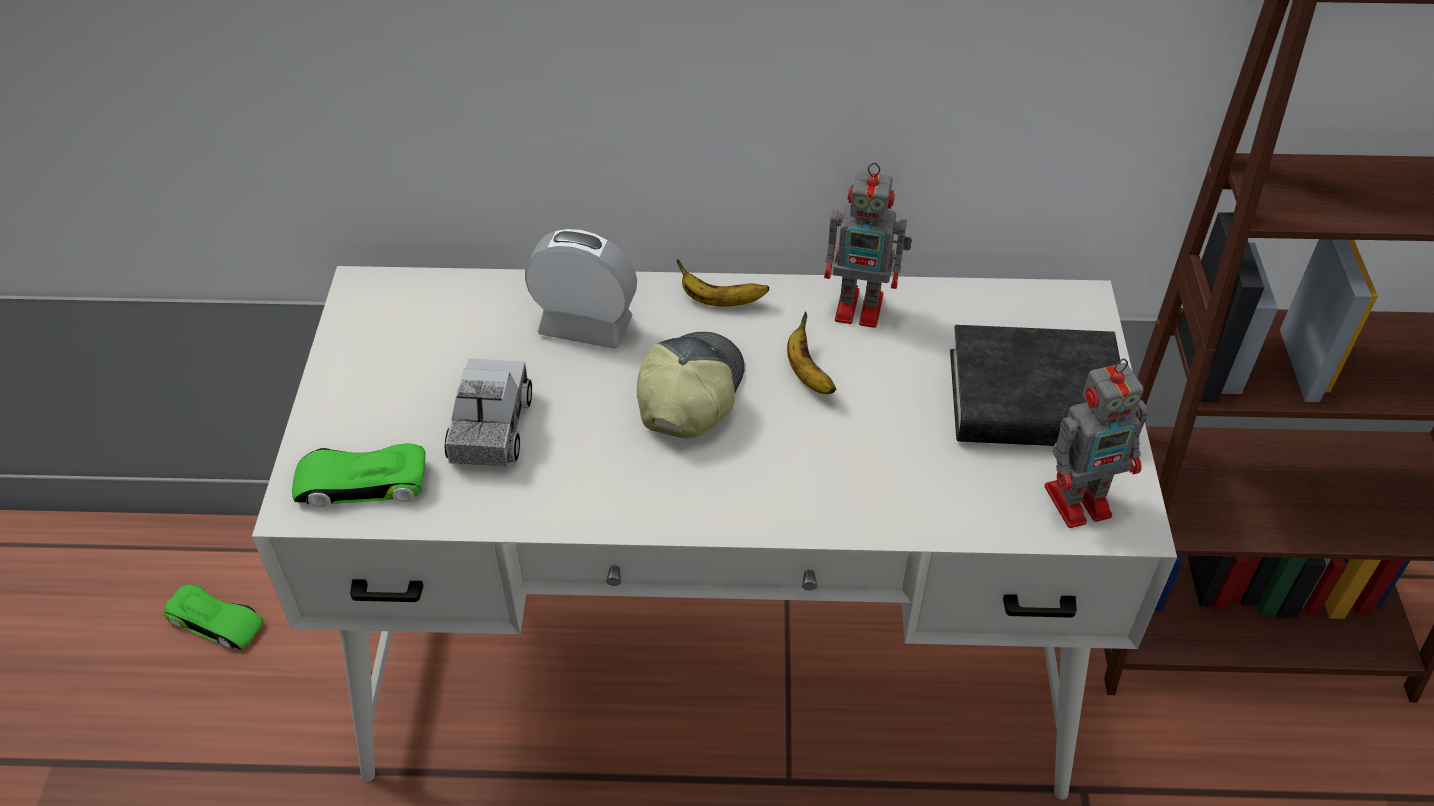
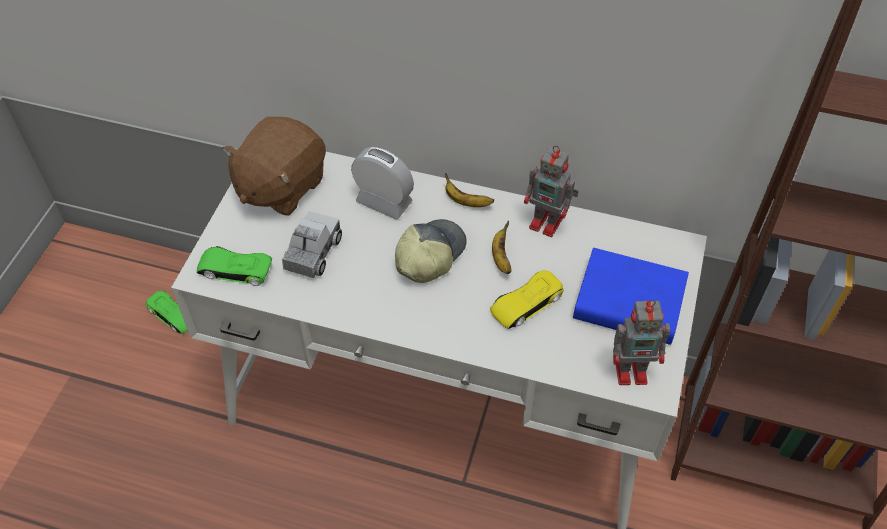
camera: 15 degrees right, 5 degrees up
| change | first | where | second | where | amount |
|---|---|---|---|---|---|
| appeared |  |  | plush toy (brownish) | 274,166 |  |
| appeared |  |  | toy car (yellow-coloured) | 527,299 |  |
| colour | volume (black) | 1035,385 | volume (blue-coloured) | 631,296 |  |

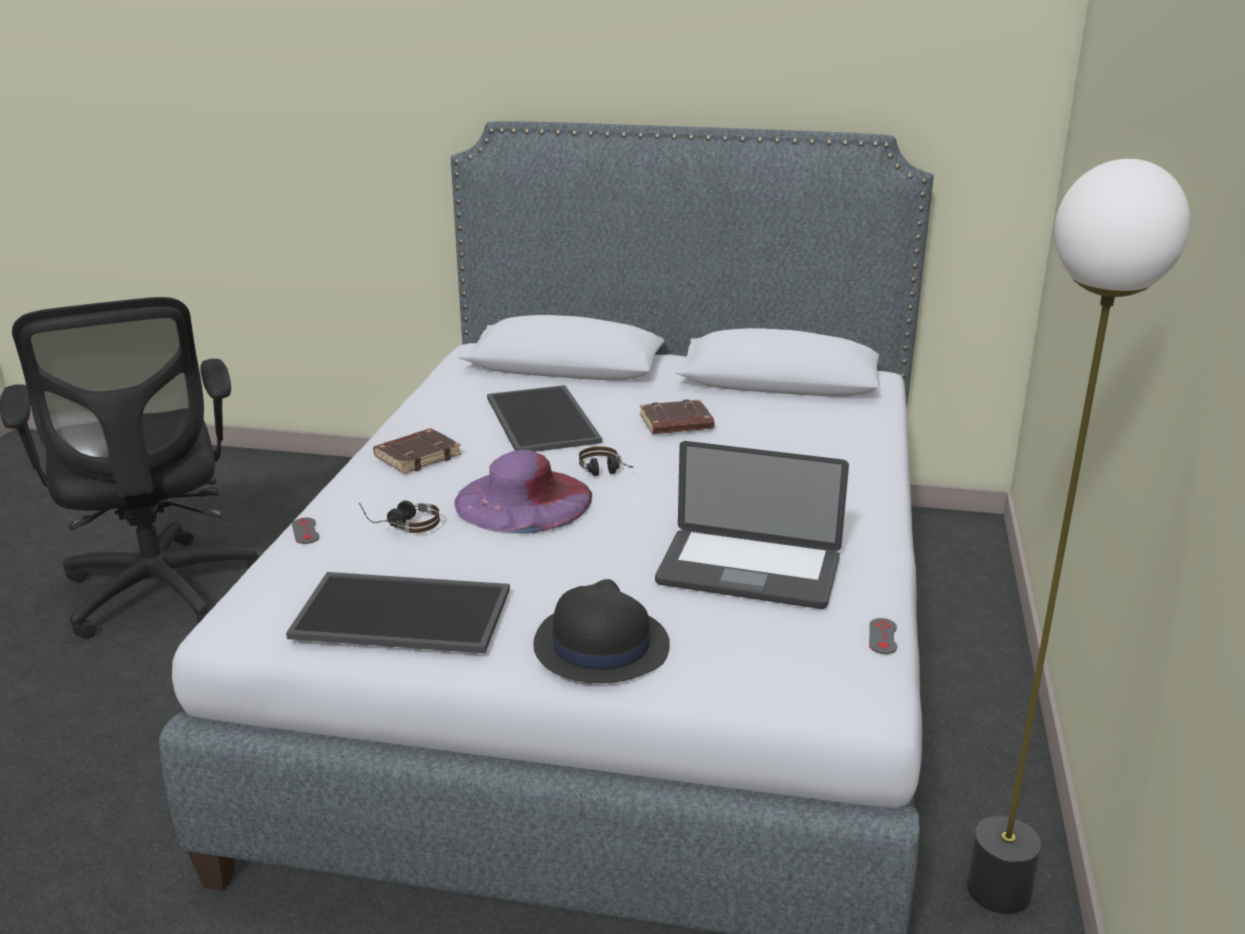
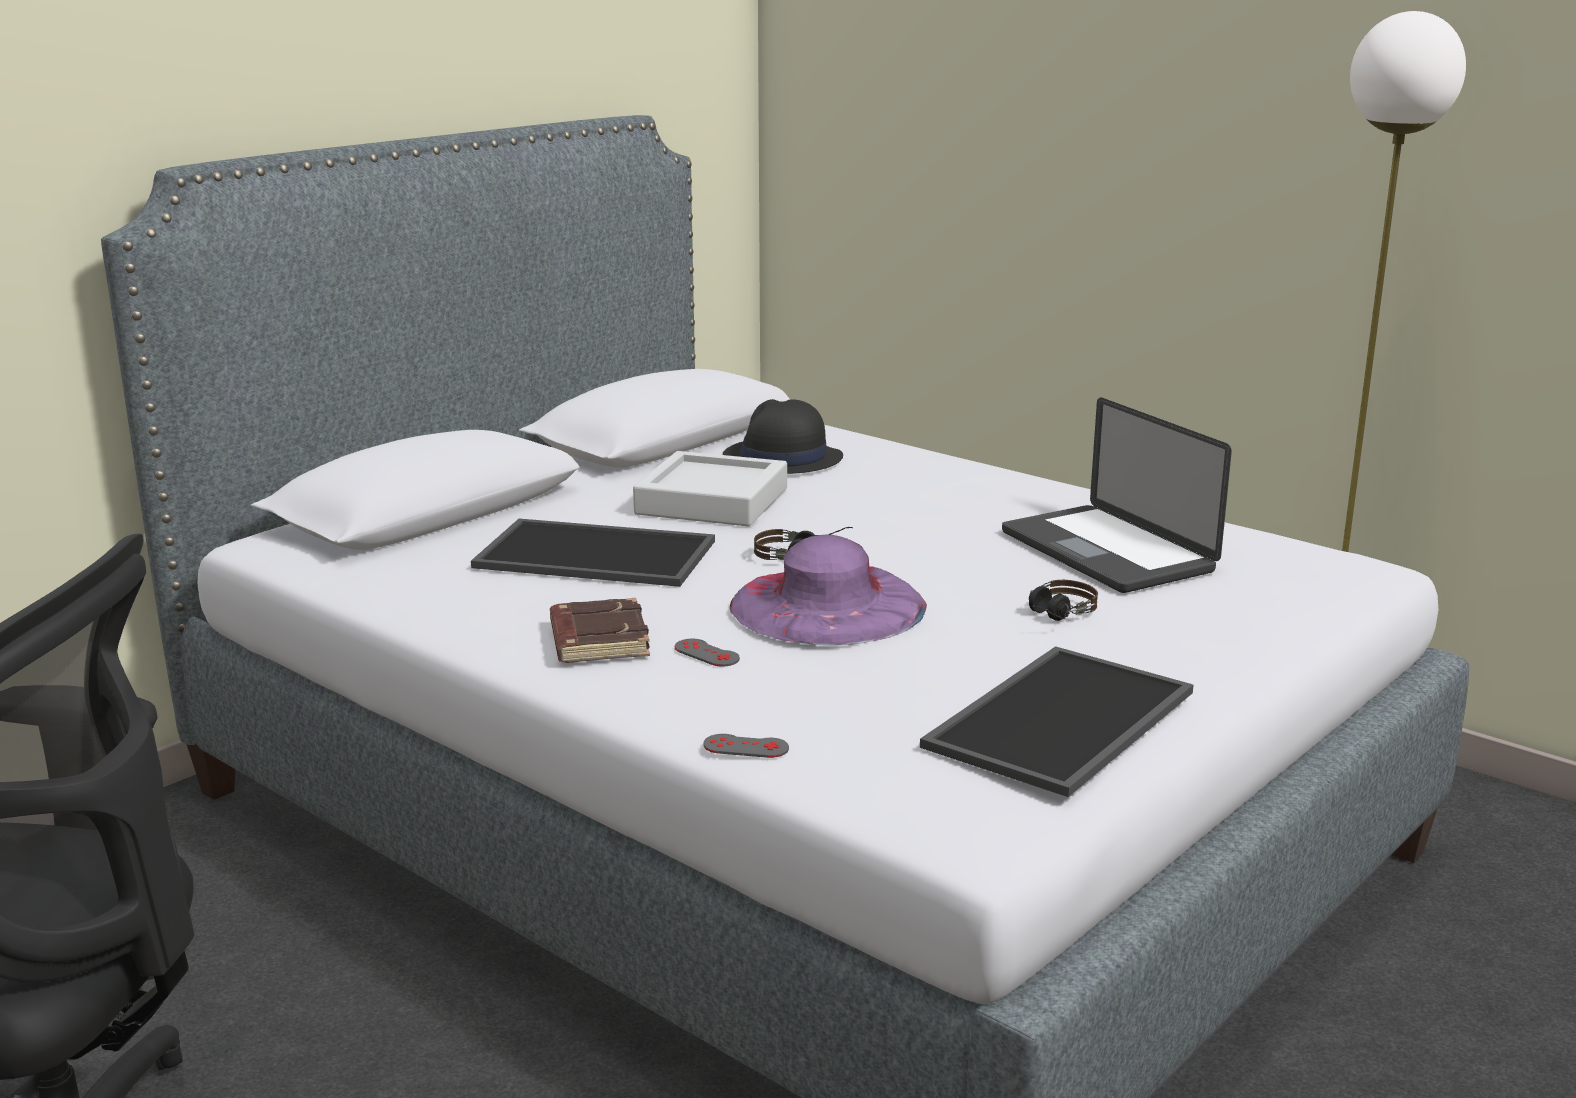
camera: 60 degrees left, 5 degrees down
| change | first | where | second | where | amount |
|---|---|---|---|---|---|
| exchanged | volume (brownish) | 677,417 | serving tray (gray) | 710,488 |  |
| relocated | gamepad (gray) | 883,636 |  | 707,652 |  |
| relocated | wearable hat (black) | 601,631 |  | 783,436 |  |
| spun | notebook computer | 752,525 |  | 1117,495 | 105 degrees clockwise |
| relocated | pair of headphones | 399,516 |  | 1063,600 |  |

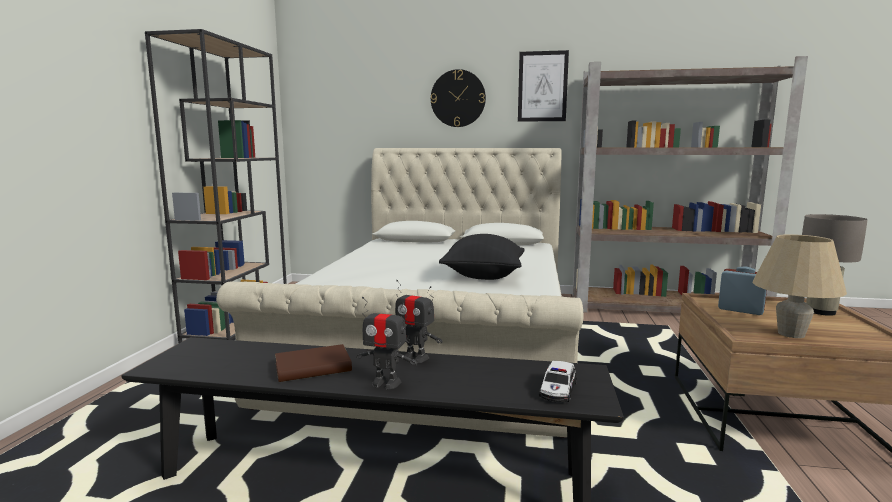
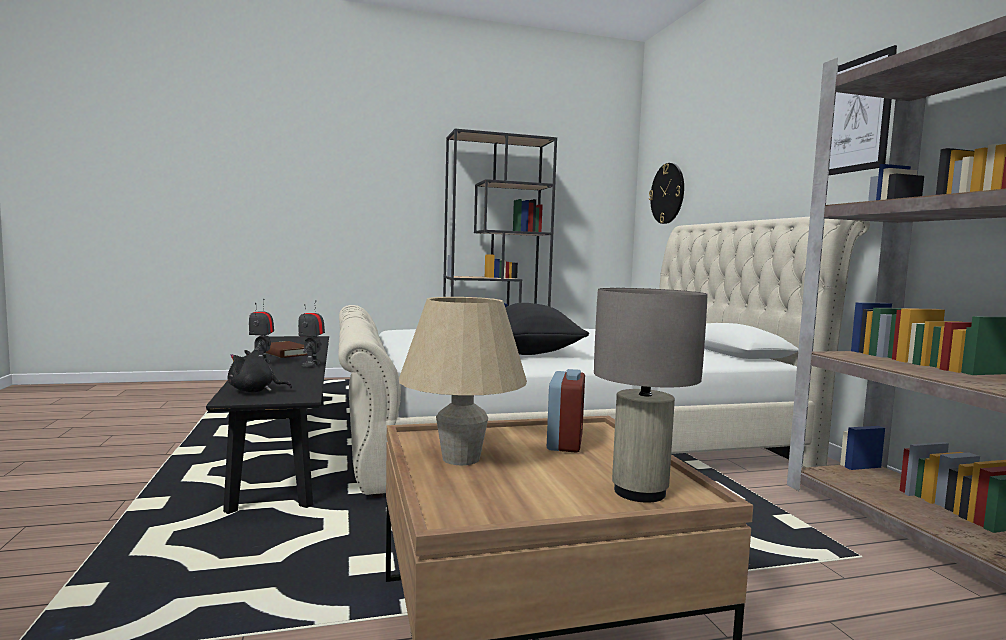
camera: 65 degrees right, 5 degrees down
| change | first | where | second | where | amount |
|---|---|---|---|---|---|
| exchanged | toy car | 558,381 | plush toy (black) | 260,371 |  |
| relocated | wall clock | 458,98 |  | 666,193 |  |

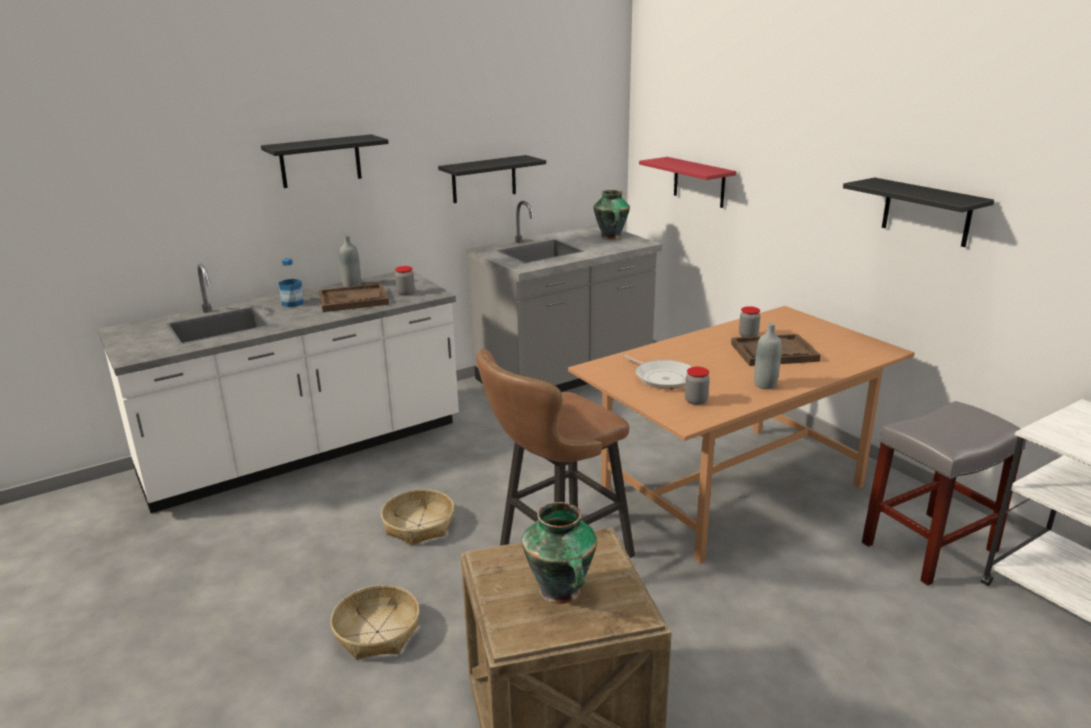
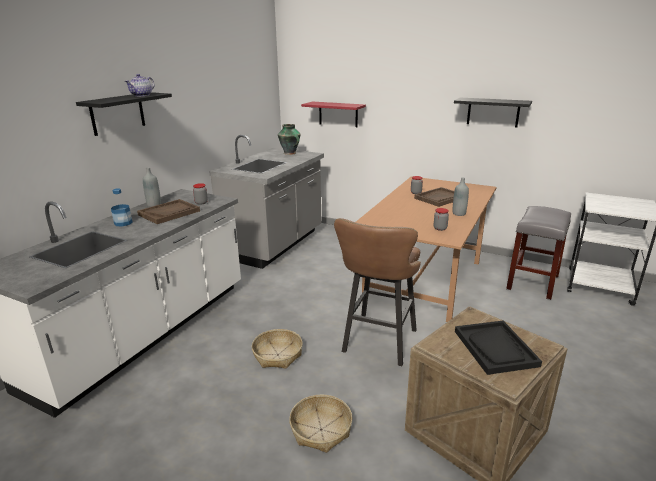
camera: 30 degrees left, 0 degrees up
| change | first | where | second | where | amount |
|---|---|---|---|---|---|
| appeared |  |  | teapot | 139,85 |  |
| exchanged | vase | 559,553 | serving tray (black) | 498,348 |  |
| missing | wall shelf (black) | 492,179 |  |  |  |
| missing | pan | 656,371 |  |  |  |

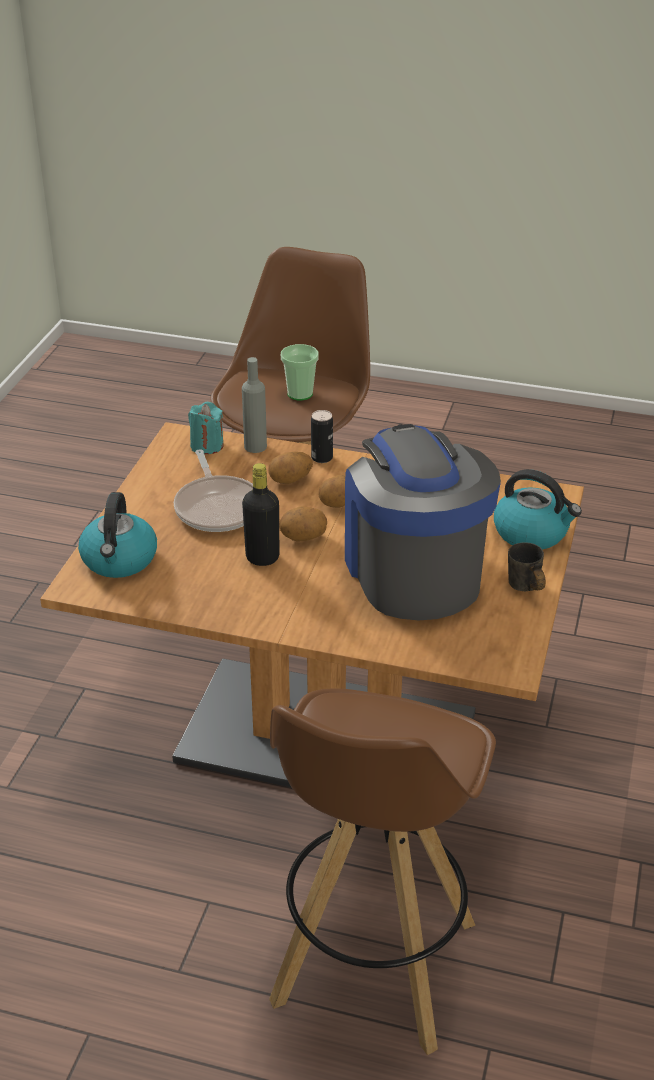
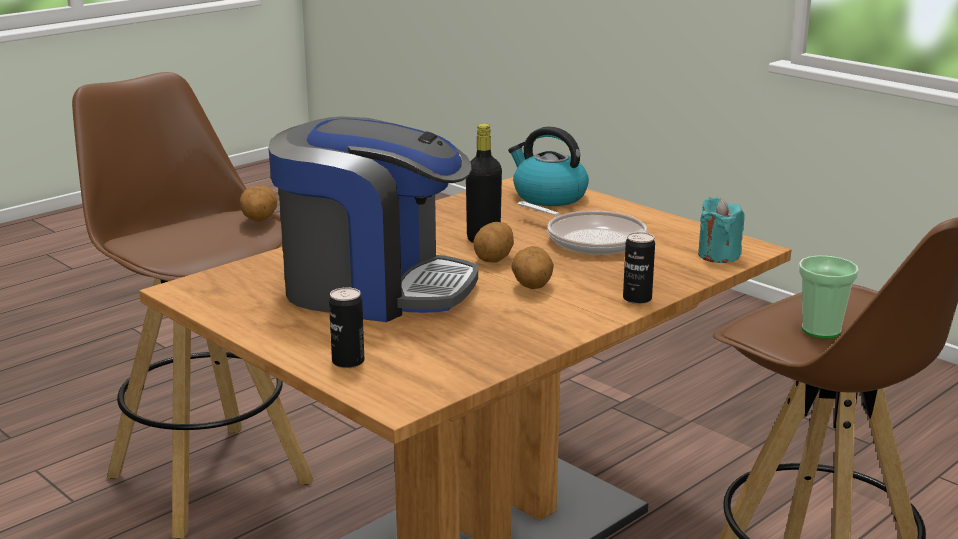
camera: 120 degrees right, 15 degrees down
| change | first | where | second | where | amount |
|---|---|---|---|---|---|
| relocated | spud | 290,468 |  | 258,203 |  |
| exchanged | kettle | 538,509 | metal can | 346,327 |  |
| spun | pan | 213,490 |  | 582,228 | 150 degrees counterclockwise |
| missing | beverage bottle (gray) | 254,405 |  |  |  |
| missing | tea mug (gray) | 527,566 |  |  |  |

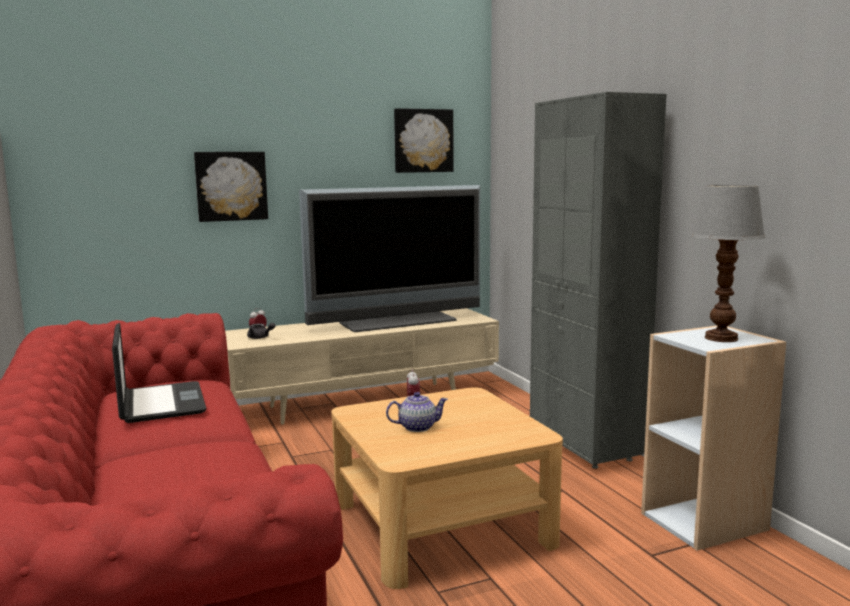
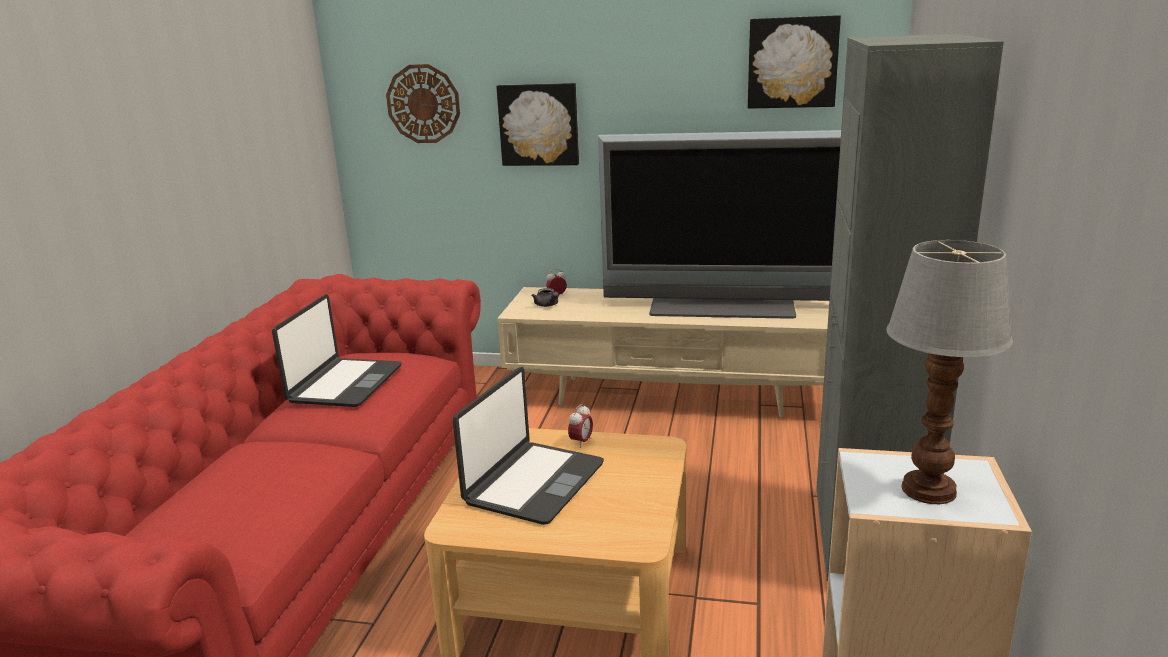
camera: 35 degrees right, 10 degrees up
| change | first | where | second | where | amount |
|---|---|---|---|---|---|
| appeared |  |  | wall clock | 423,103 |  |
| exchanged | teapot | 417,412 | notebook computer | 528,446 |  |

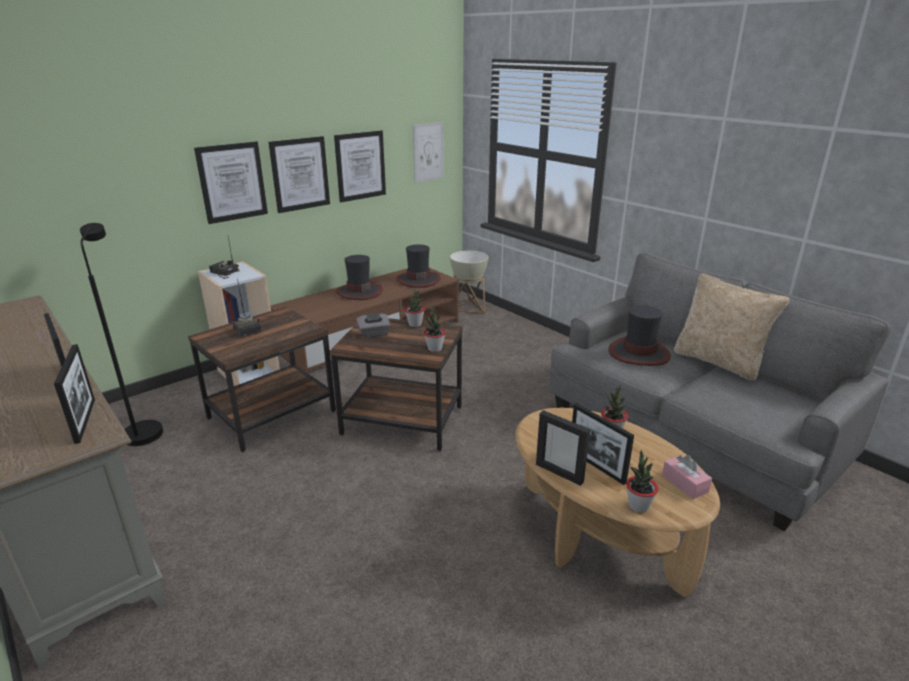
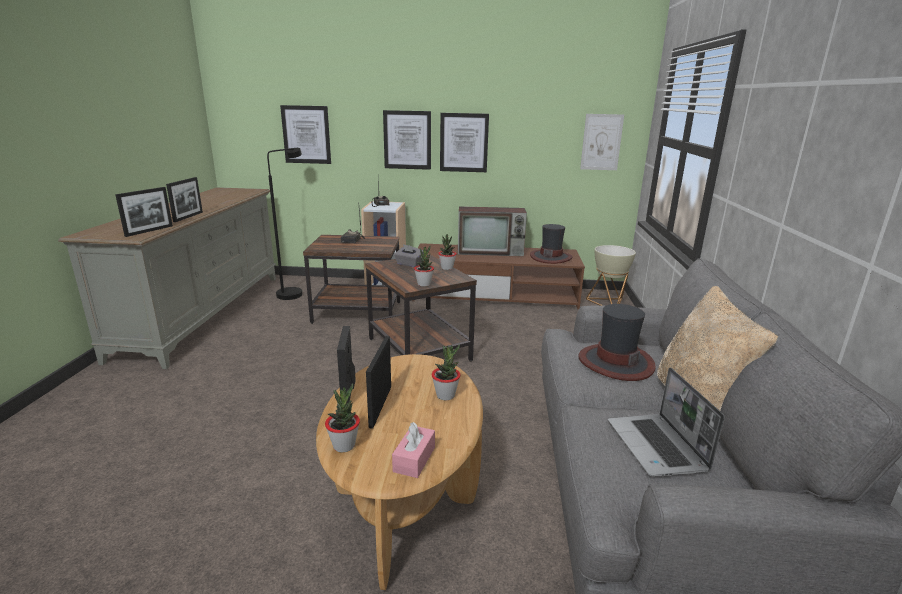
camera: 45 degrees right, 5 degrees down
| change | first | where | second | where | amount |
|---|---|---|---|---|---|
| relocated | wall art | 360,166 |  | 305,134 |  |
| exchanged | wearable hat | 359,277 | TV | 492,231 |  |
| appeared |  |  | notebook computer | 666,422 |  |

